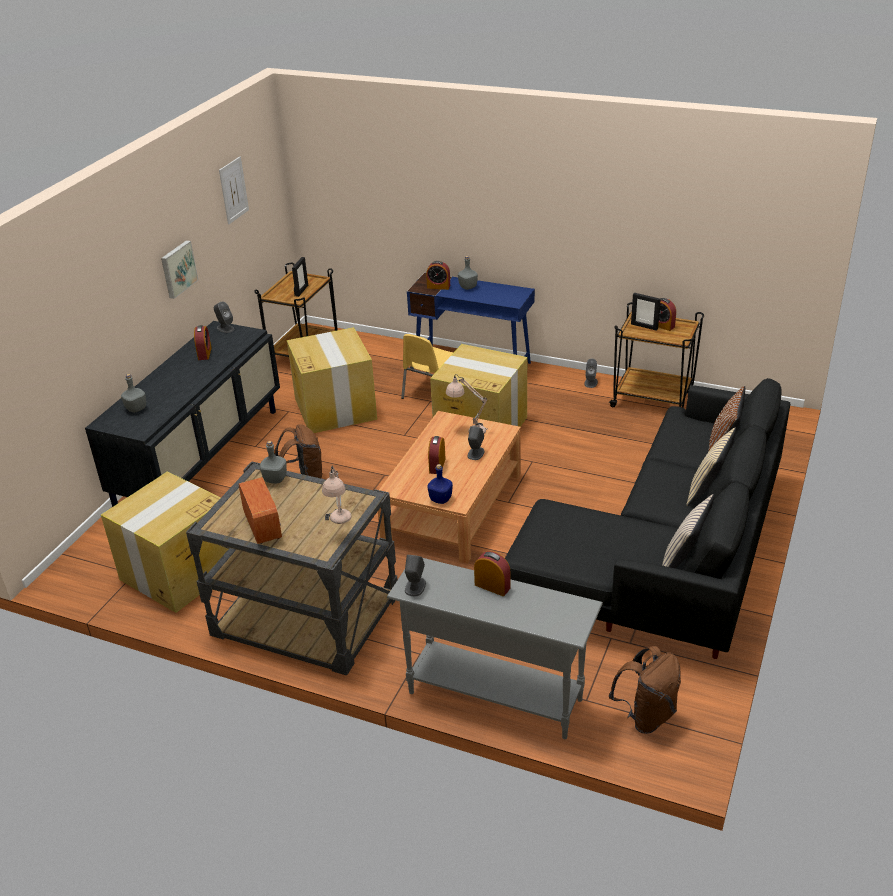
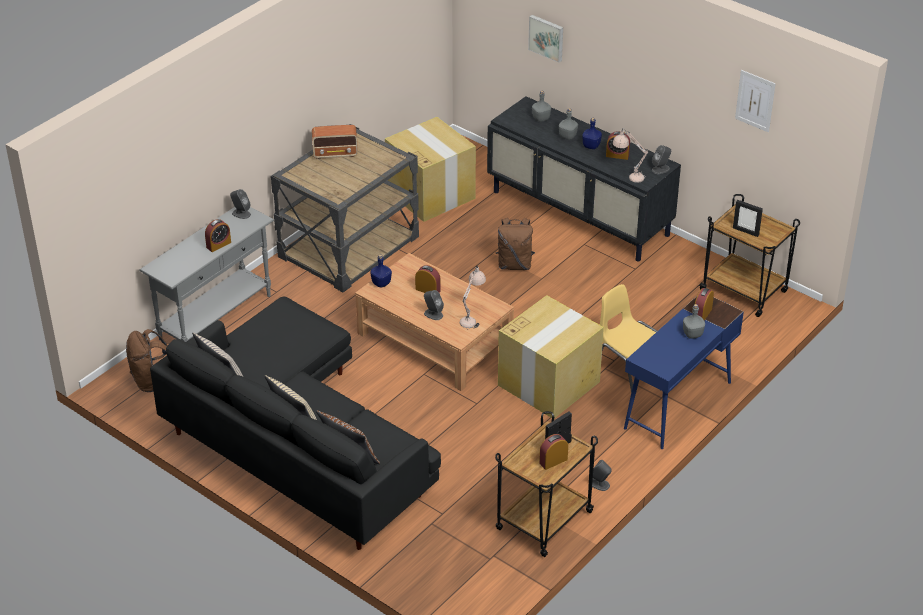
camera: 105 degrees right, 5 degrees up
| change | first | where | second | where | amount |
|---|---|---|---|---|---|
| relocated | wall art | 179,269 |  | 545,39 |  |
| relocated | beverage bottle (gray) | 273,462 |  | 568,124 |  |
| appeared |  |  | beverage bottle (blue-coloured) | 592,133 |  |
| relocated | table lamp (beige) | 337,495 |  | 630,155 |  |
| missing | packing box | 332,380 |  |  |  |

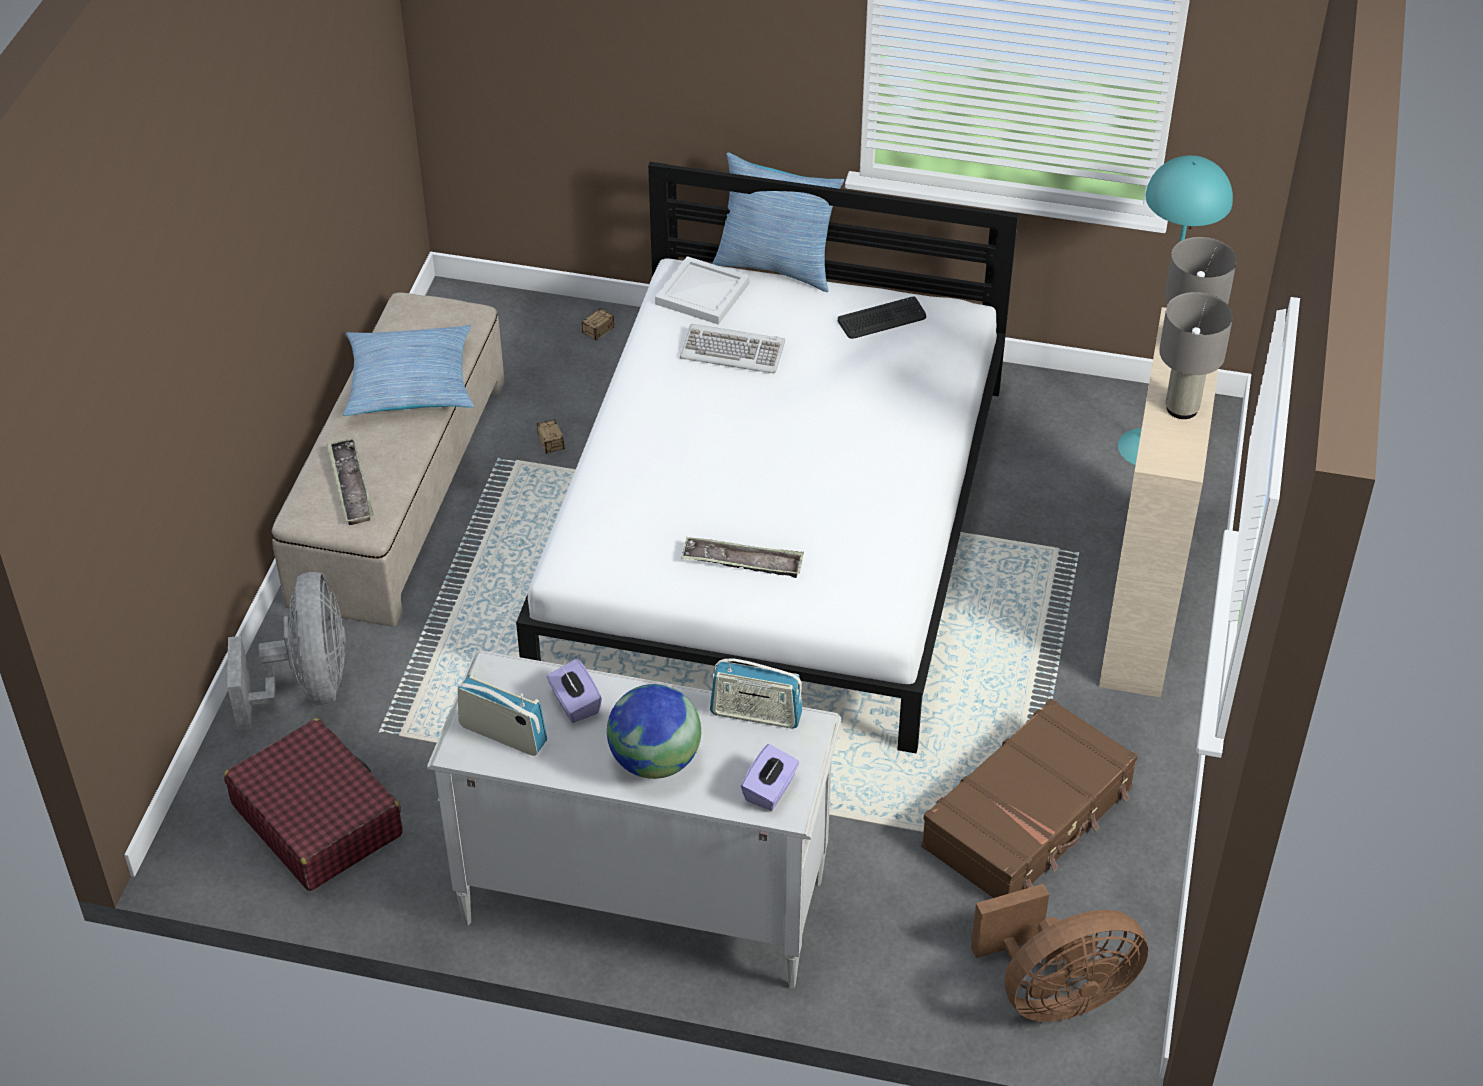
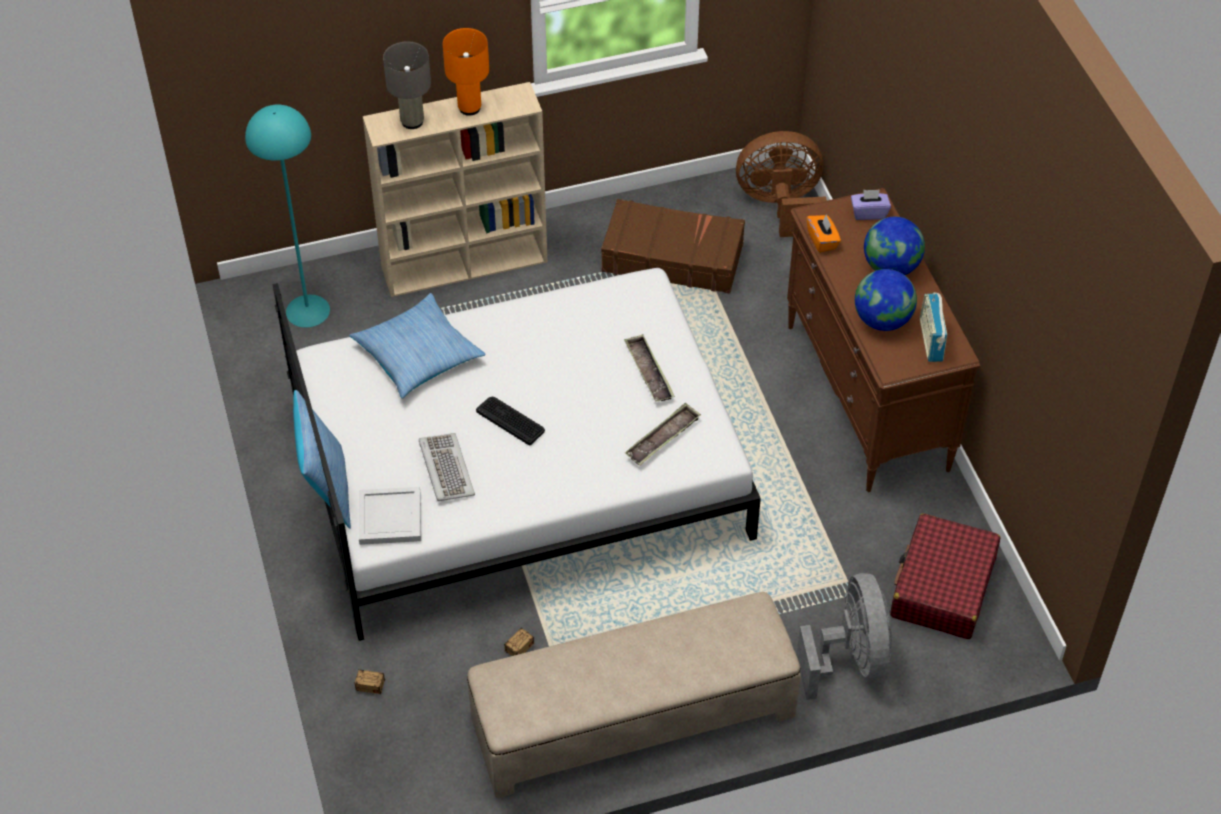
camera: 120 degrees left, 5 degrees up
| change | first | where | second | where | amount |
|---|---|---|---|---|---|
| relocated | cushion | 408,370 |  | 417,346 |  |
| colour | table lamp (gray) | 1196,355 | table lamp (orange) | 466,72 |  |
| relocated | computer keyboard | 882,317 |  | 510,421 |  |
| relocated | serving tray | 350,481 |  | 663,434 |  |
| spun | cooling fan (brownish) | 1059,953 |  | 781,184 | 45 degrees counterclockwise |
| colour | chest of drawers (white-coloured) | 634,819 | chest of drawers (brownish) | 883,340 |  |
| spun | cooling fan (gray) | 286,652 |  | 844,636 | 120 degrees clockwise |
| exchanged | radio set | 756,694 | tissue holder (orange) | 824,233 |  |
| exchanged | tissue holder (purple) | 574,691 | desk globe | 886,300 |  |

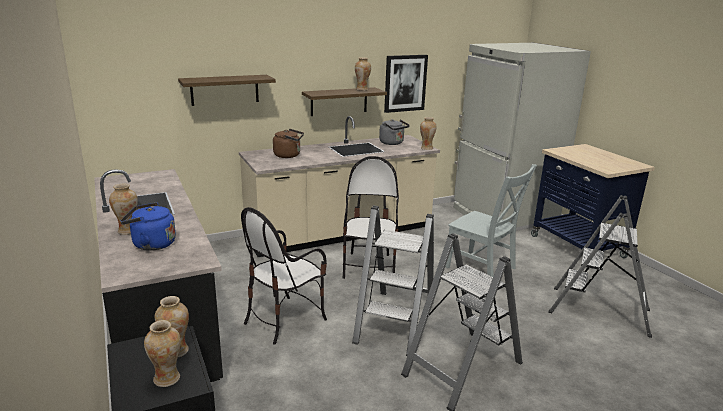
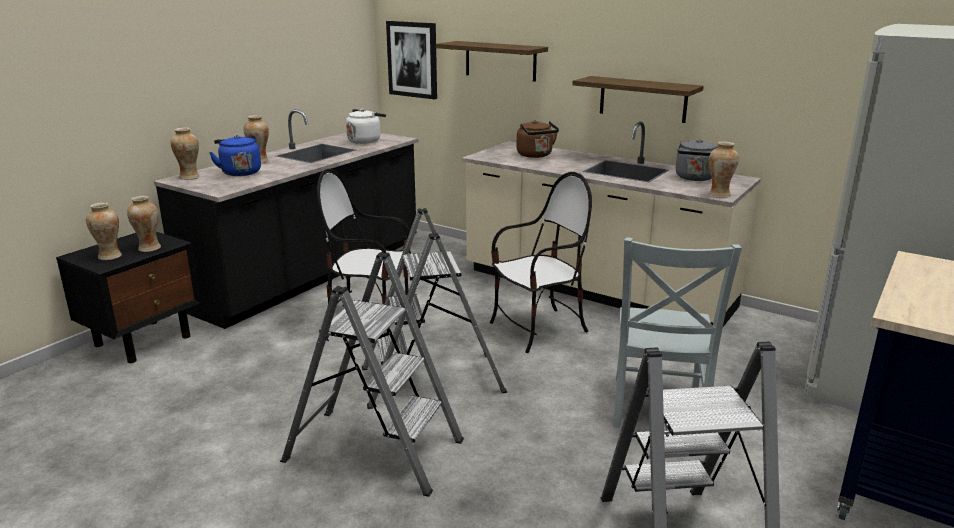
camera: 60 degrees right, 0 degrees up
| change | first | where | second | where | amount |
|---|---|---|---|---|---|
| relocated | vase | 363,74 |  | 185,153 |  |
| appeared |  |  | kettle (white-coloured) | 366,126 |  |
| relocated | wall art | 406,84 |  | 411,60 |  |

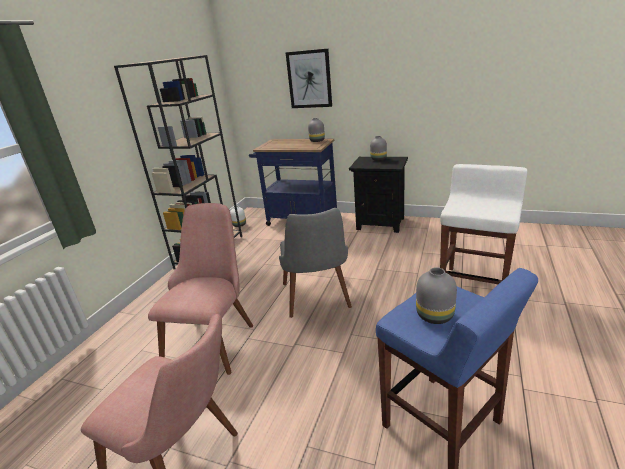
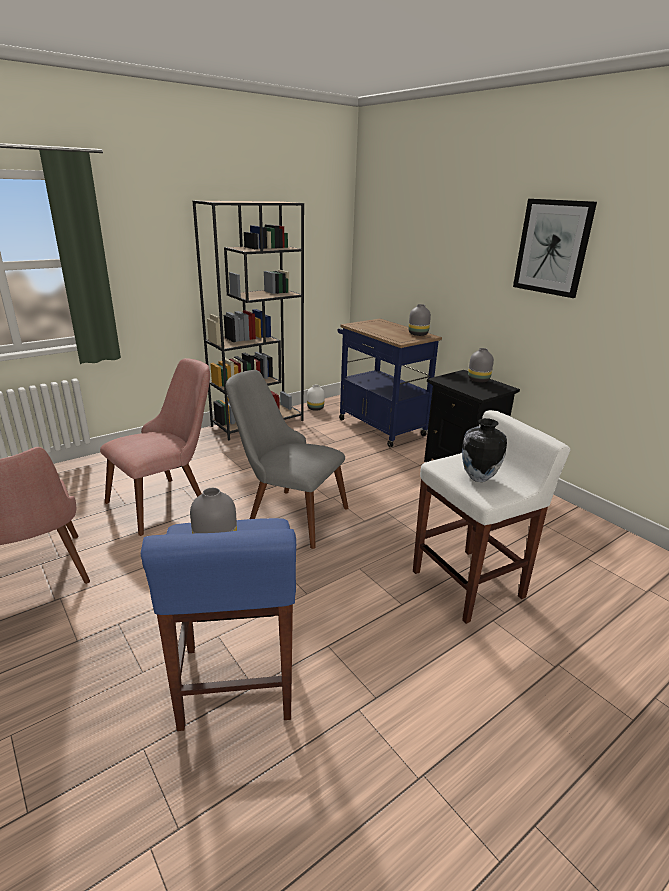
camera: 30 degrees right, 0 degrees up
| change | first | where | second | where | amount |
|---|---|---|---|---|---|
| spun | chair (gray) | 315,263 |  | 287,459 | 90 degrees clockwise |
| appeared |  |  | vase | 484,450 |  |
| relocated | wall art | 309,78 |  | 555,248 |  |

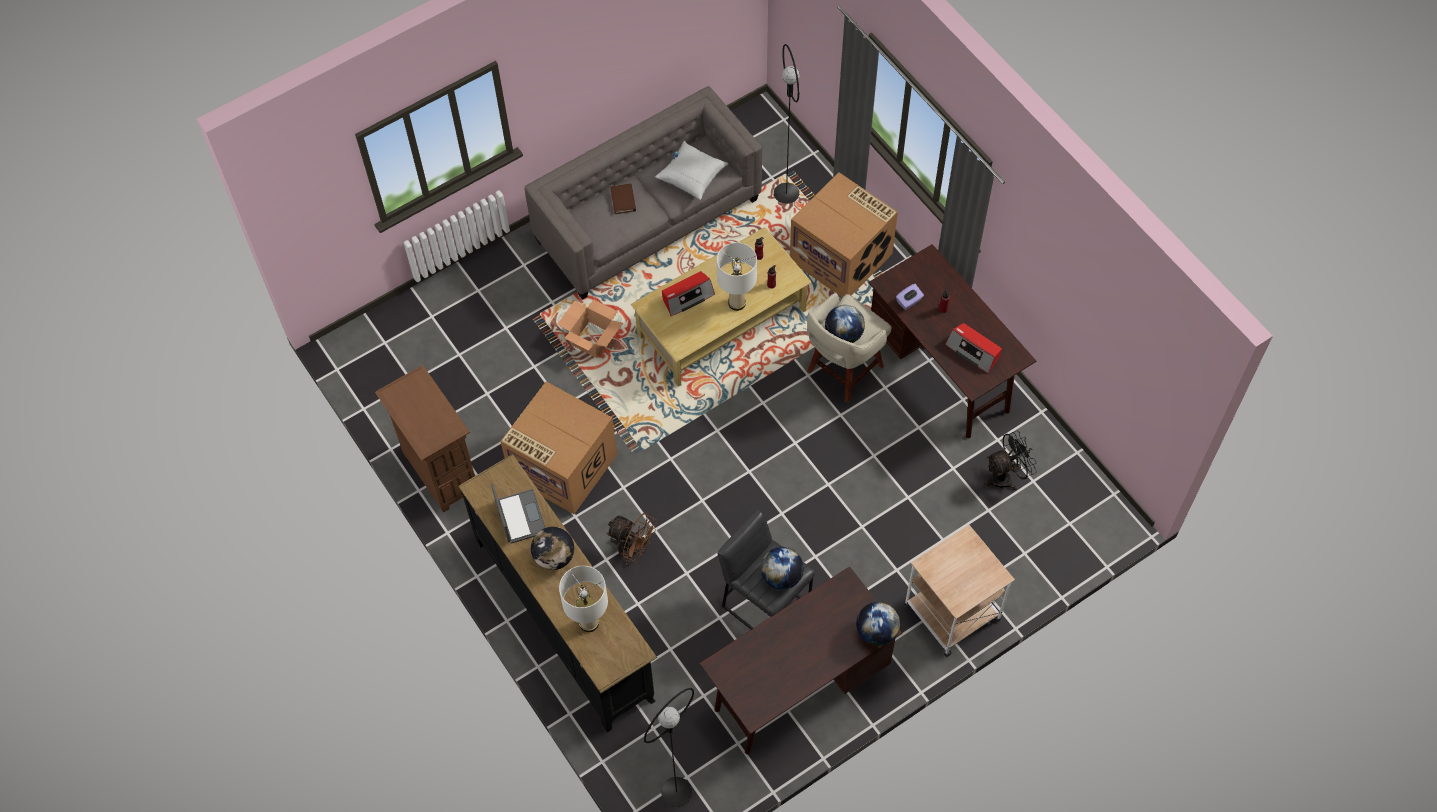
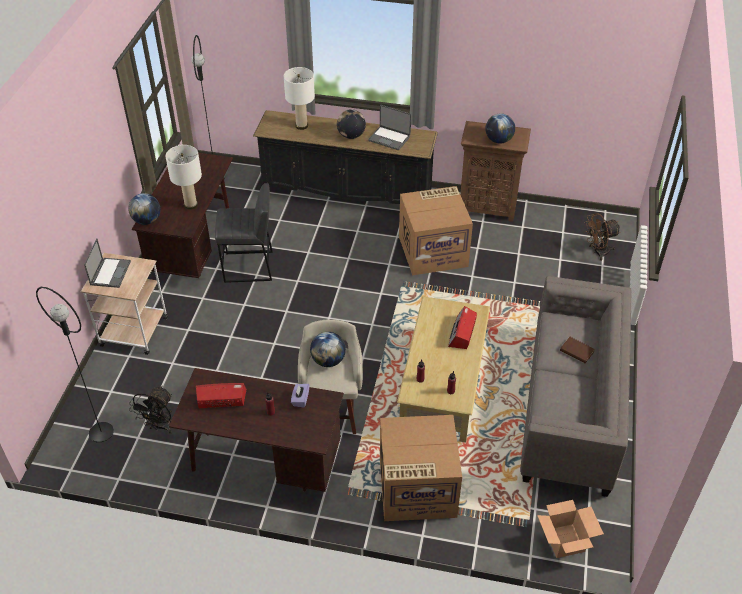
camera: 135 degrees right, 15 degrees down
| change | first | where | second | where | amount |
|---|---|---|---|---|---|
| relocated | floor lamp (black) | 787,124 |  | 75,364 |  |
| appeared |  |  | notebook computer | 107,263 |  |
| relocated | table lamp (white-coloured) | 737,276 |  | 184,177 |  |
| relocated | desk globe | 782,568 |  | 500,128 |  |
| relocated | packing box | 590,328 |  | 570,529 |  |
| relocated | cooling fan (brownish) | 631,539 |  | 602,237 |  |
| missing | cushion (gray) | 692,170 |  |  |  |

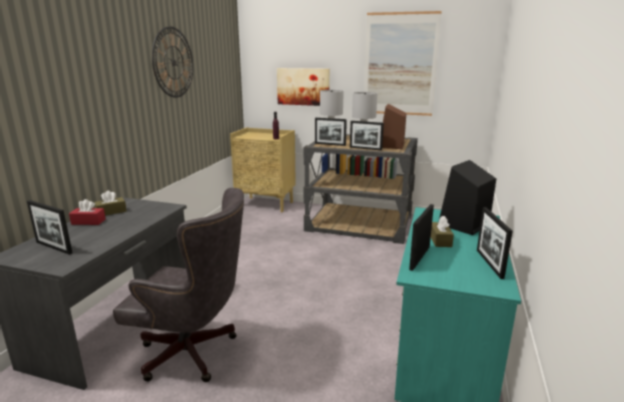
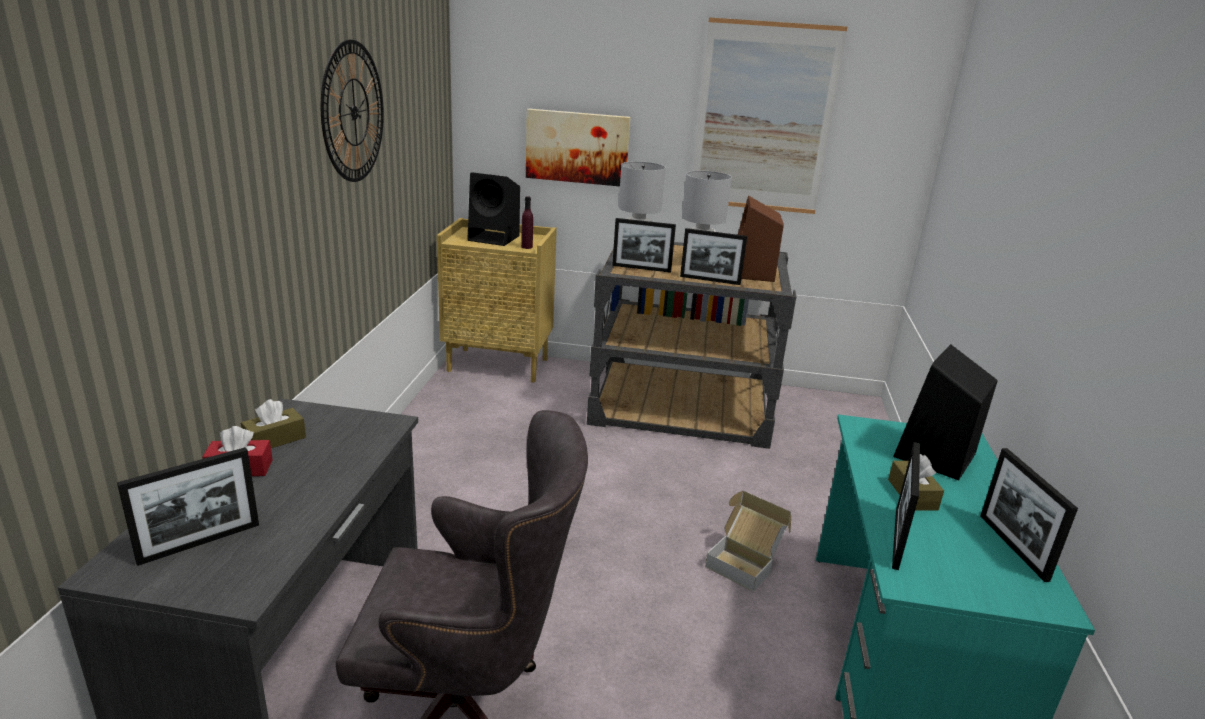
camera: 10 degrees left, 5 degrees up
| change | first | where | second | where | amount |
|---|---|---|---|---|---|
| spun | standing frame | 49,227 |  | 188,506 | 60 degrees counterclockwise |
| appeared |  |  | audio speaker (black) | 493,209 |  |
| appeared |  |  | packing box | 748,541 |  |

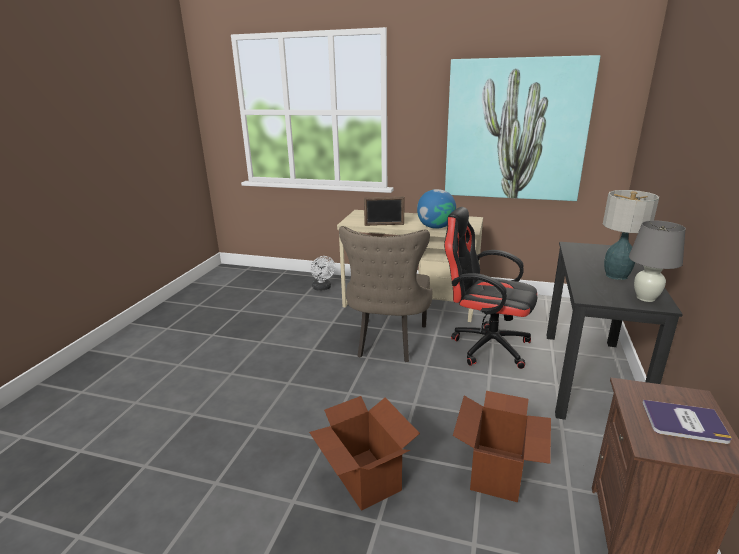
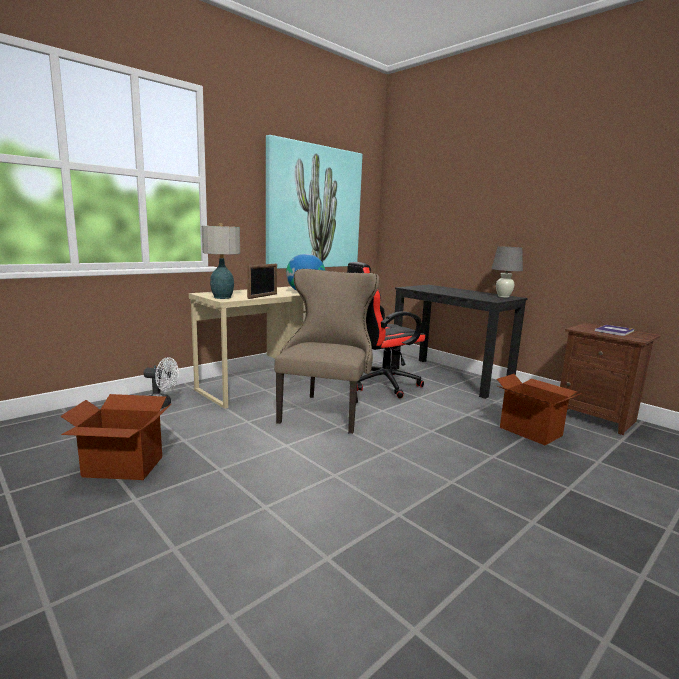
camera: 60 degrees left, 10 degrees down
| change | first | where | second | where | amount |
|---|---|---|---|---|---|
| relocated | packing box | 364,453 |  | 116,437 |  |
| relocated | table lamp | 631,235 |  | 221,261 |  |
| spun | chair (beige) | 385,294 |  | 326,351 | 120 degrees counterclockwise |

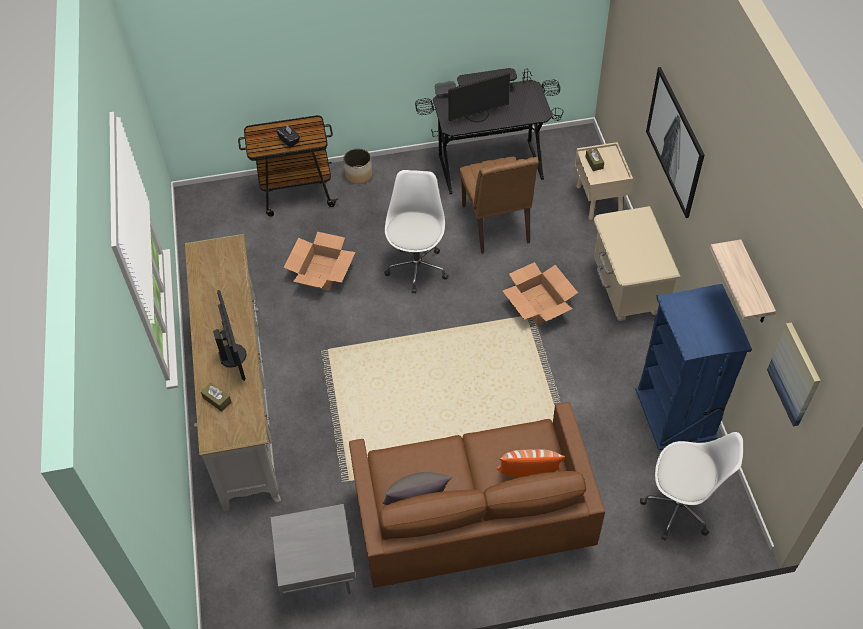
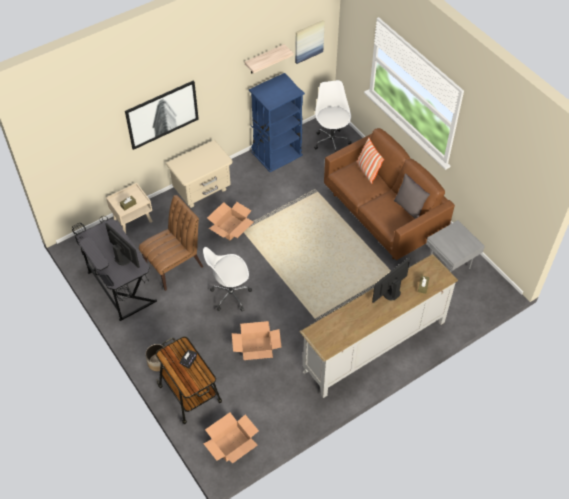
camera: 115 degrees left, 0 degrees up
| change | first | where | second | where | amount |
|---|---|---|---|---|---|
| appeared |  |  | packing box | 231,438 |  |

